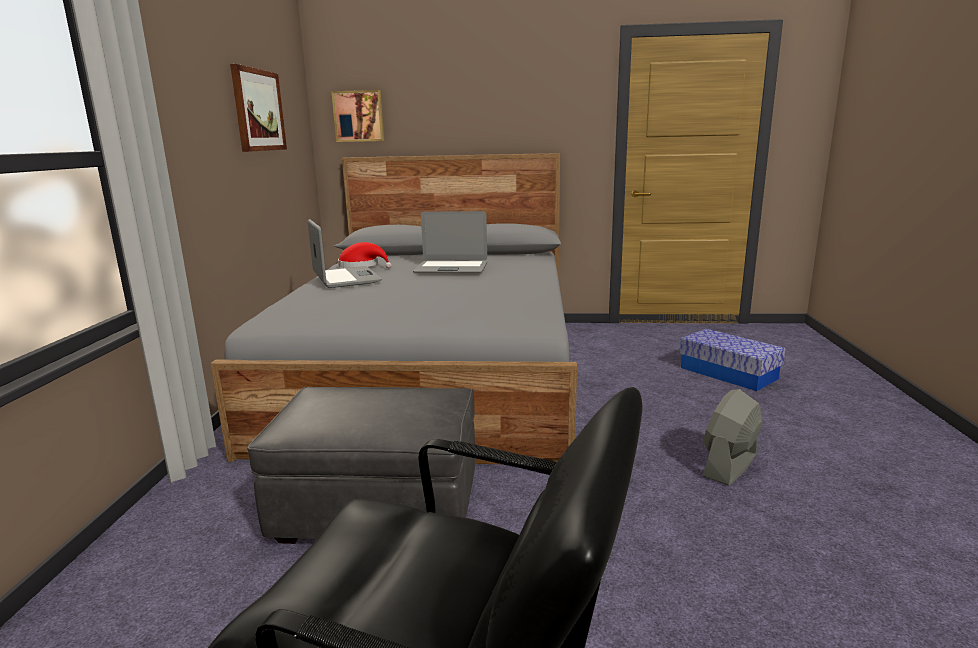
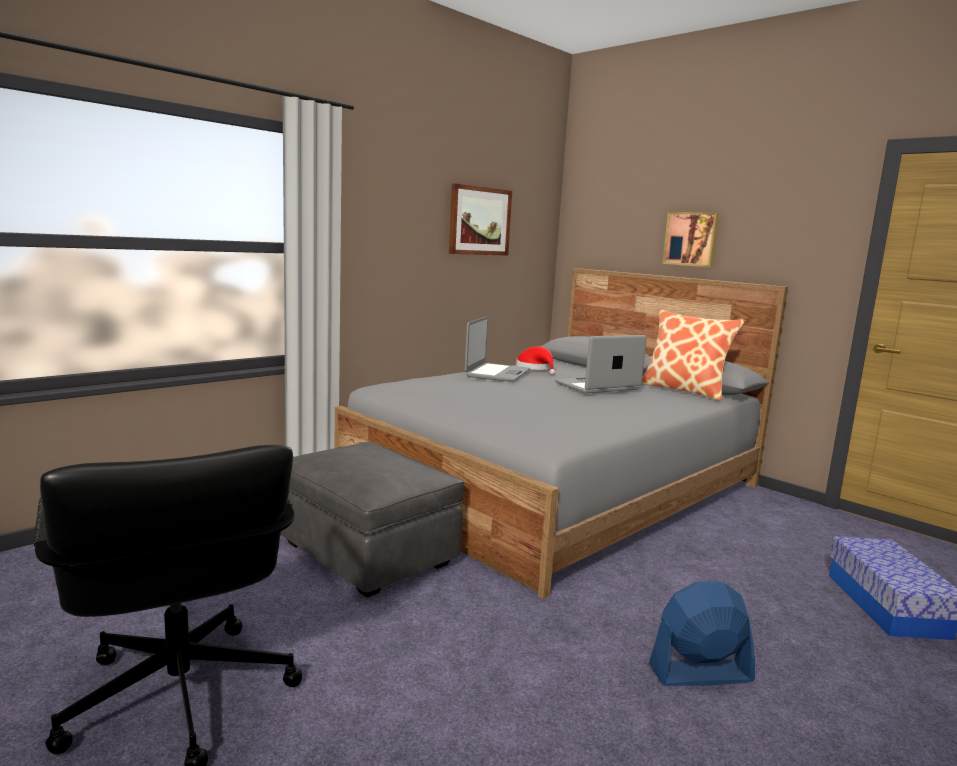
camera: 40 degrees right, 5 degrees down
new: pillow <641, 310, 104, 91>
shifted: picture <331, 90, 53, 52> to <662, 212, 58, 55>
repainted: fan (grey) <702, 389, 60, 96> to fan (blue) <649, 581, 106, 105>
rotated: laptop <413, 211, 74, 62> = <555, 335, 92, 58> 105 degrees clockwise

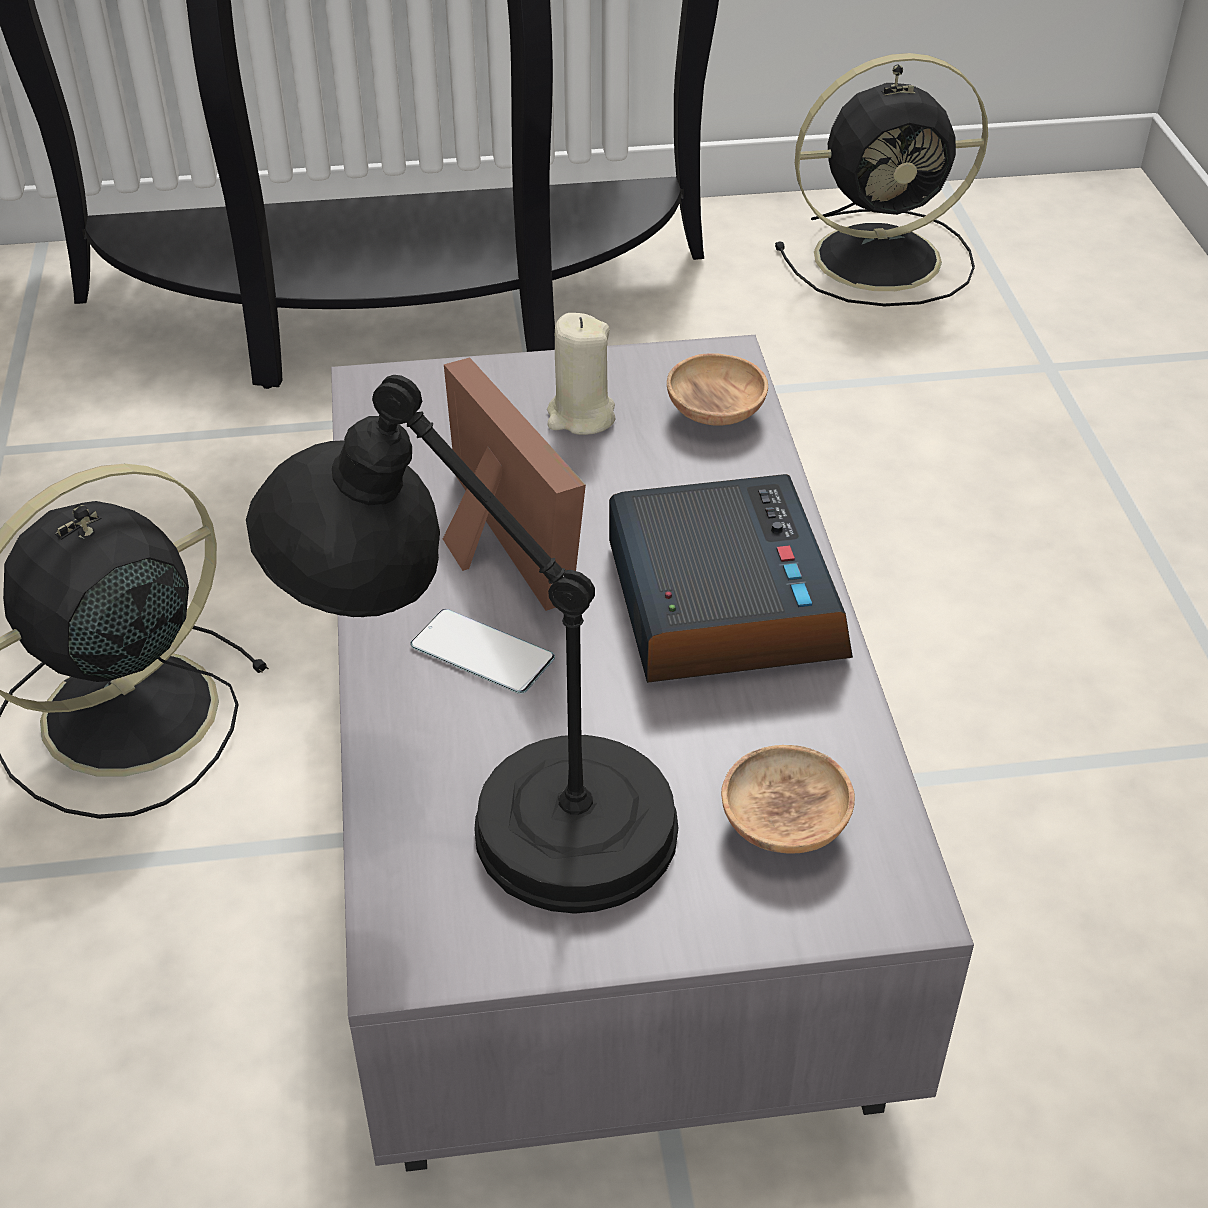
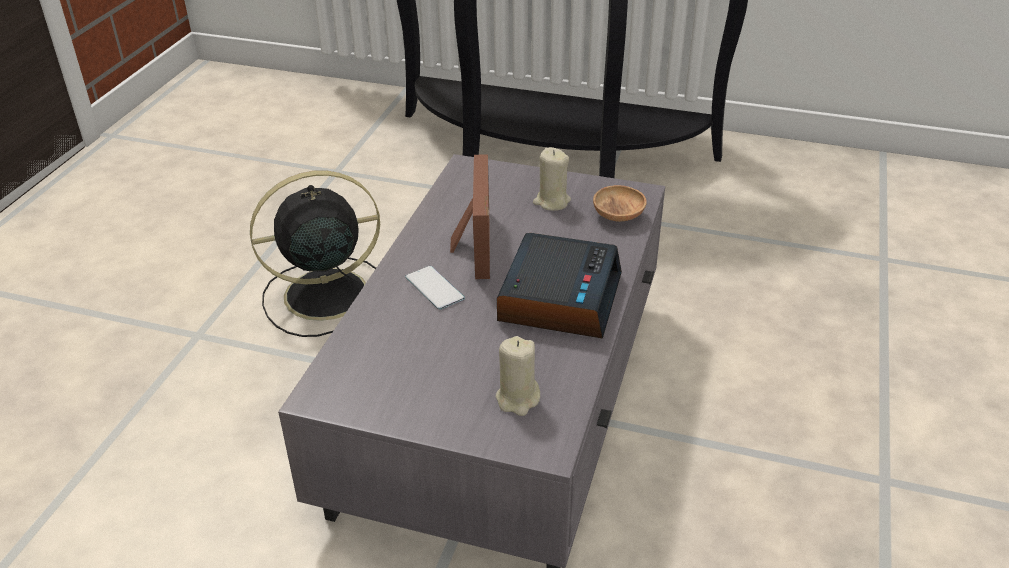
camera: 25 degrees right, 5 degrees down
gone: table lamp (black) <246, 375, 432, 539>; fan (black) <775, 53, 213, 253>
swapped: bowl (brown) <721, 745, 134, 108> to candle (beige) <495, 336, 45, 80>

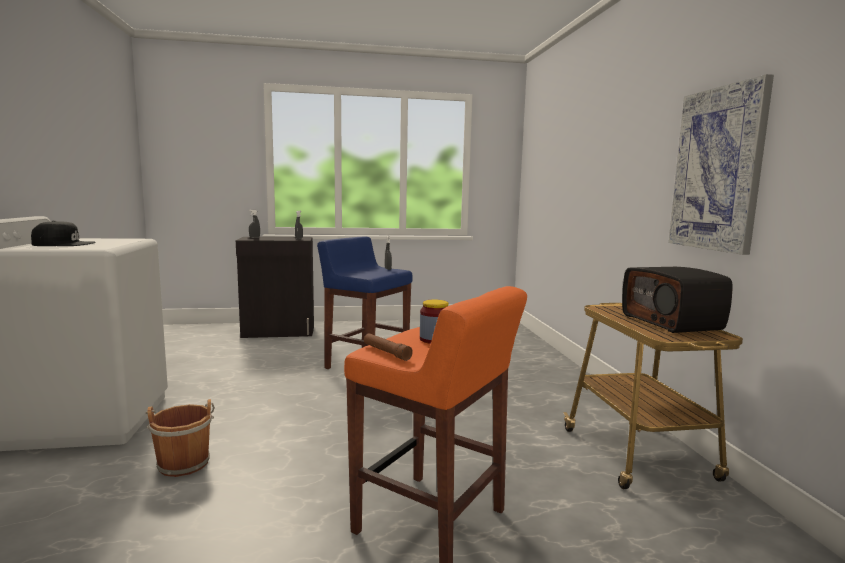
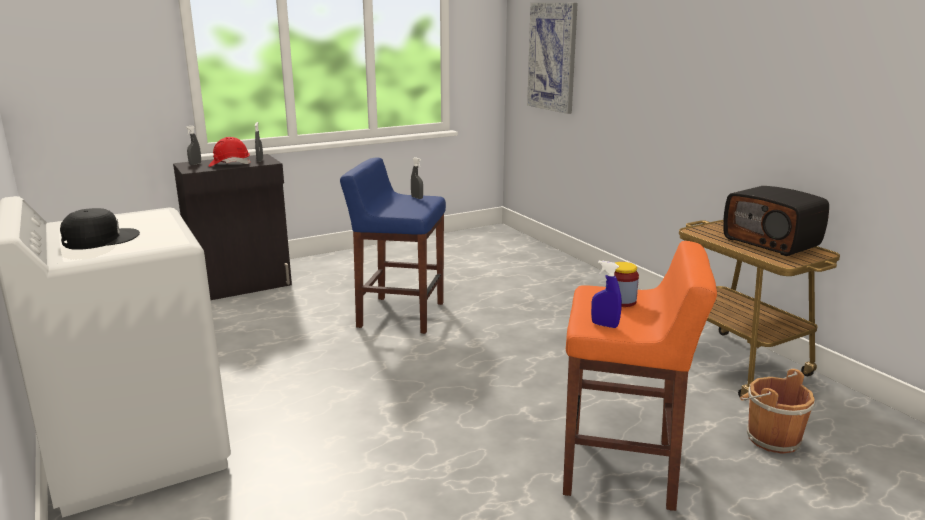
camera: 20 degrees left, 10 degrees up
new: hard hat (red) <209, 137, 42, 30>
shifted: picture <669, 74, 105, 181> to <527, 3, 51, 111>; bucket (brown) <146, 399, 69, 78> to <740, 369, 75, 85>
swapped: flashlight (brown) <364, 334, 49, 27> to spray bottle (blue) <591, 260, 31, 68>

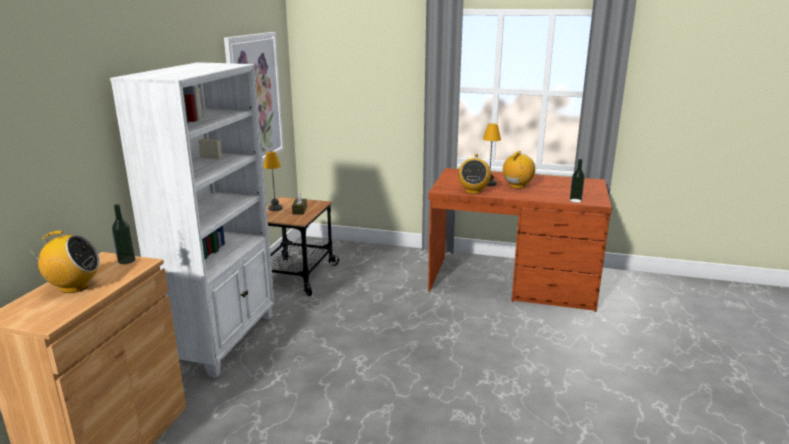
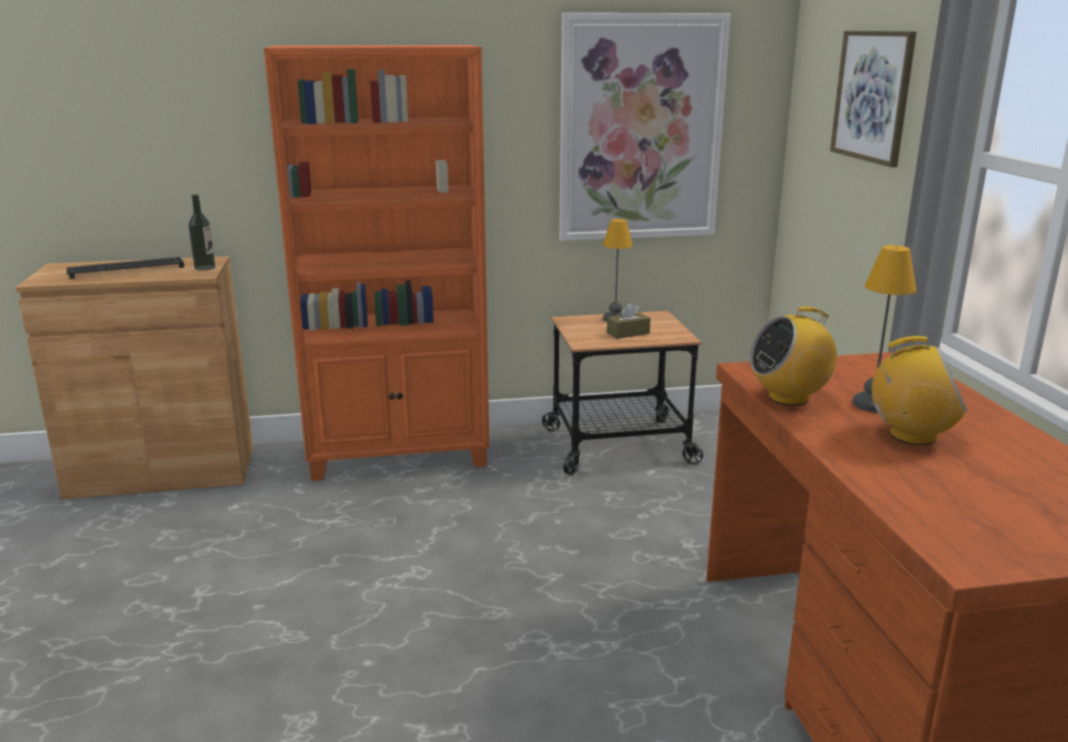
camera: 65 degrees right, 0 degrees up
gone: bottle <570, 159, 15, 44>
new: picture <830, 31, 87, 136>
swapped: radio <28, 231, 71, 62> to keyboard <67, 257, 117, 22>
repainted: bookcase (white) <110, 62, 164, 316> to bookcase (orange) <264, 45, 226, 436>

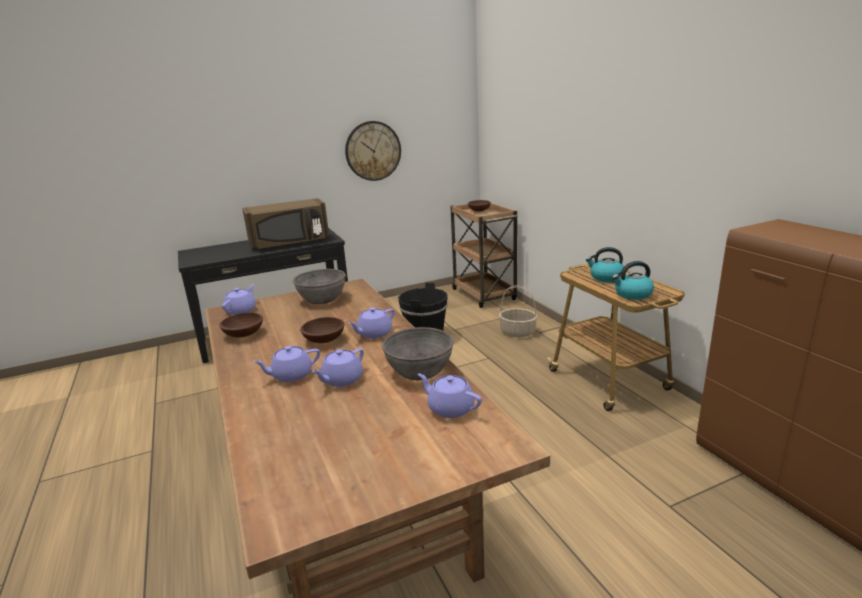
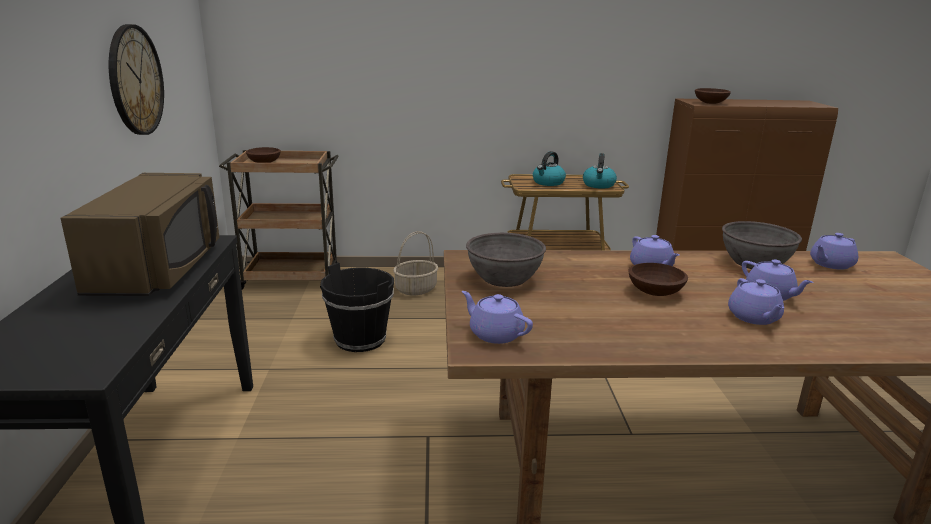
camera: 70 degrees left, 0 degrees up
shifted: bowl (brown) <219, 313, 44, 24> to <695, 88, 36, 16>

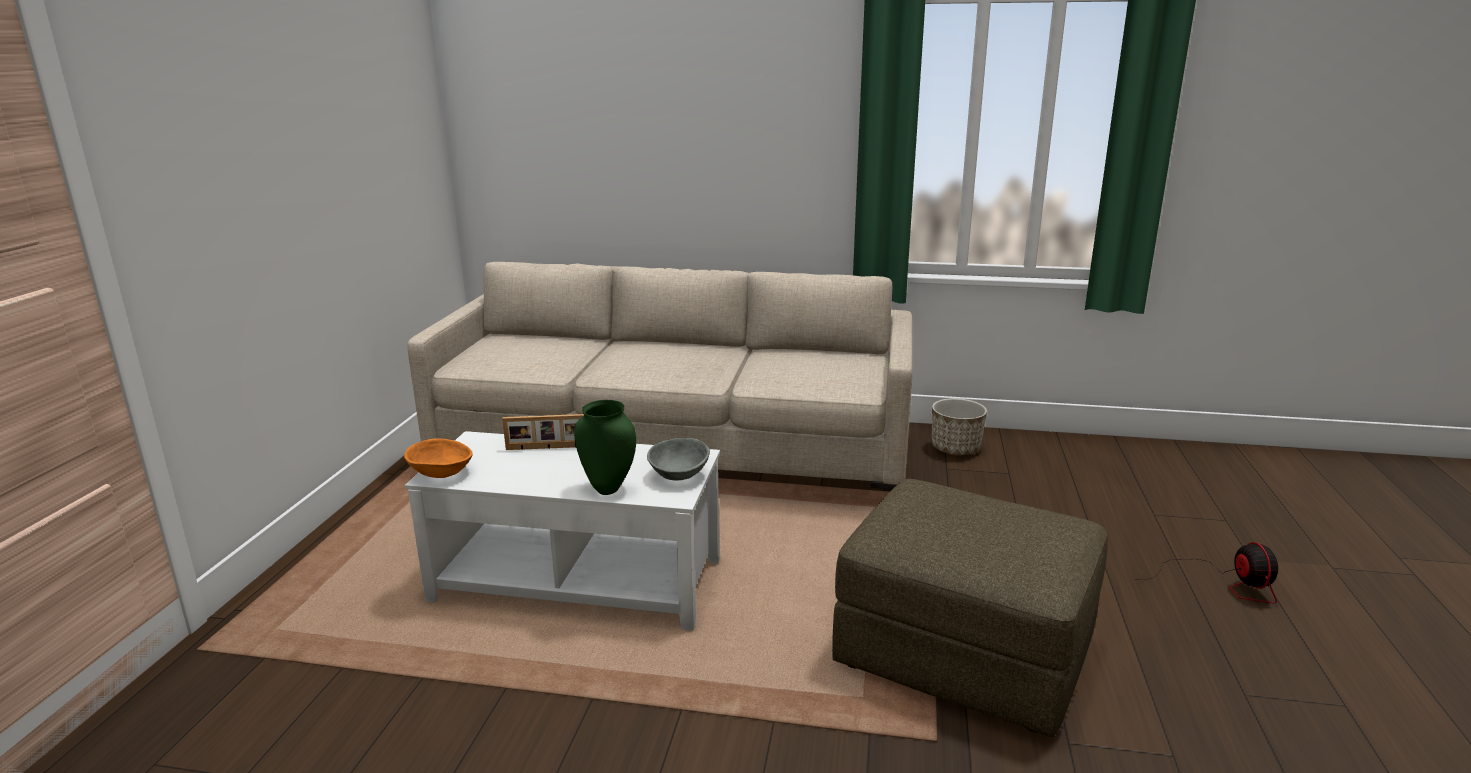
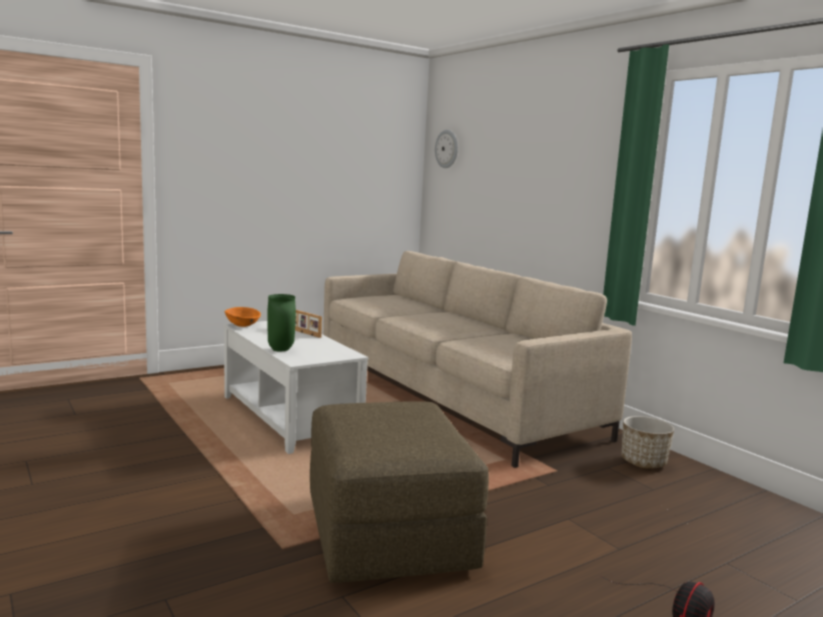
camera: 45 degrees right, 10 degrees down
gone: bowl (grey) <647, 438, 63, 42>
new: wall clock <435, 130, 23, 38>

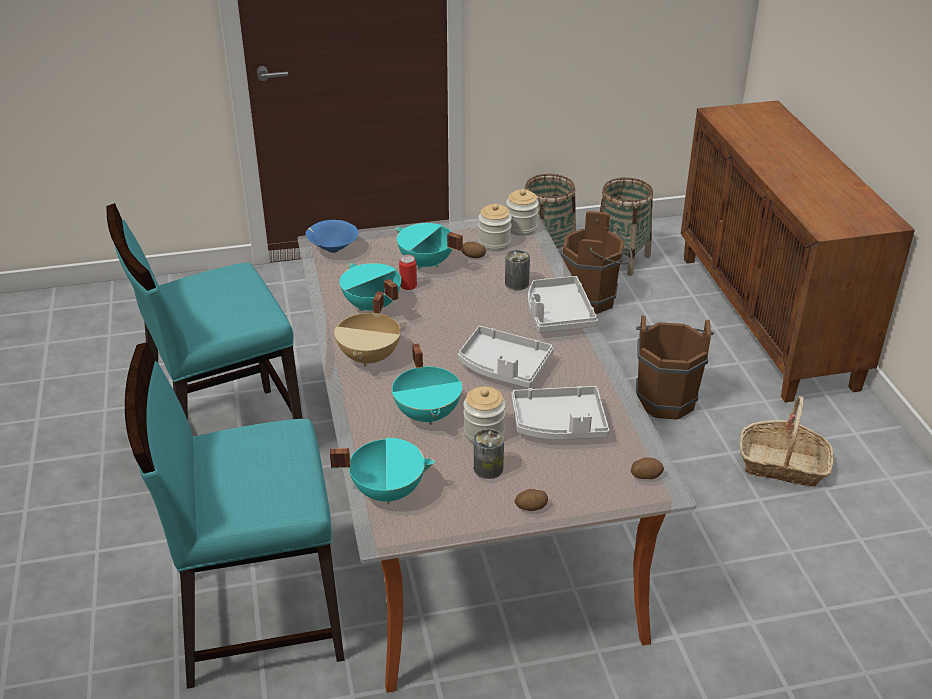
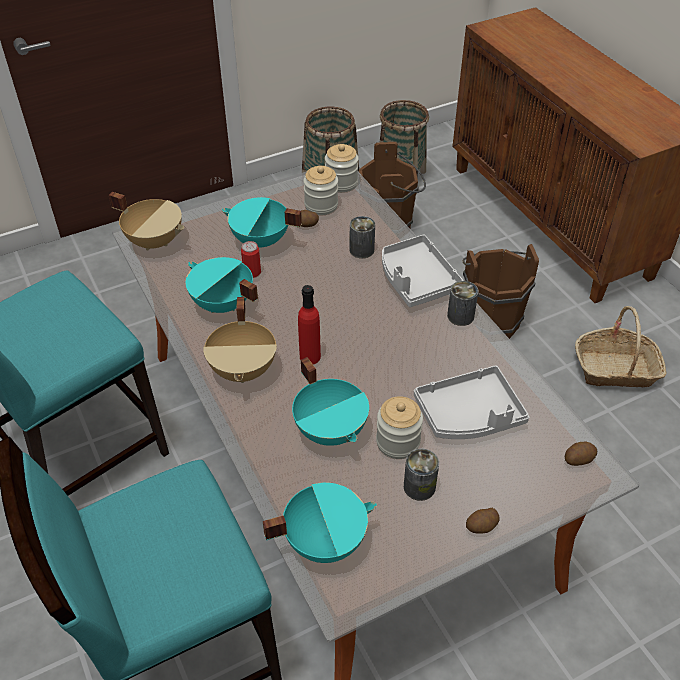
camera: 15 degrees left, 10 degrees up
gone: tray (grey) <458, 326, 96, 62>
new: bottle (red) <298, 285, 23, 79>; can <447, 281, 32, 45>
swapped: bowl (blue) <305, 220, 54, 33> to cooking pot (beige) <109, 192, 75, 59>

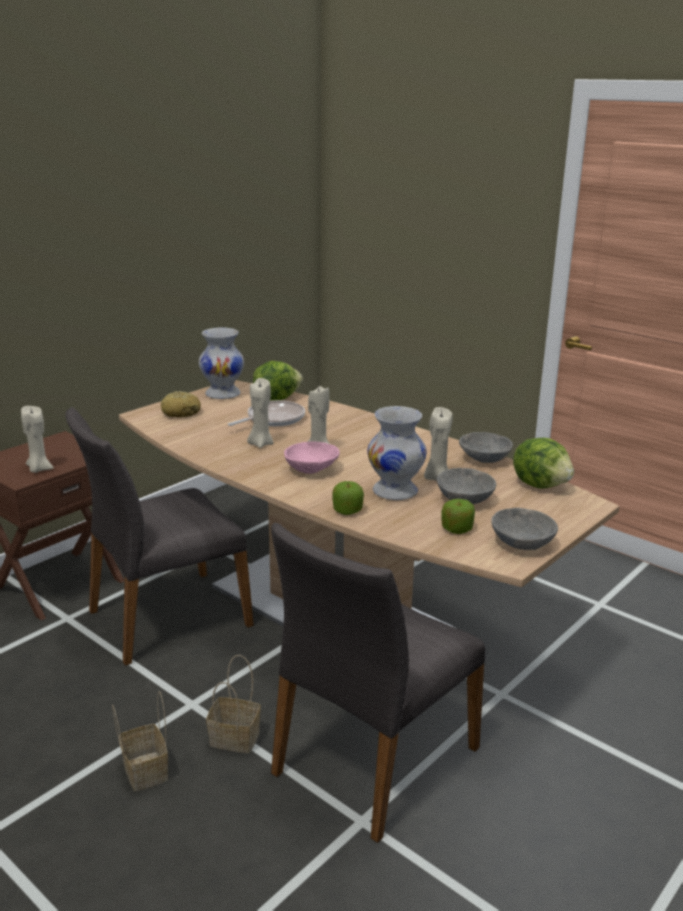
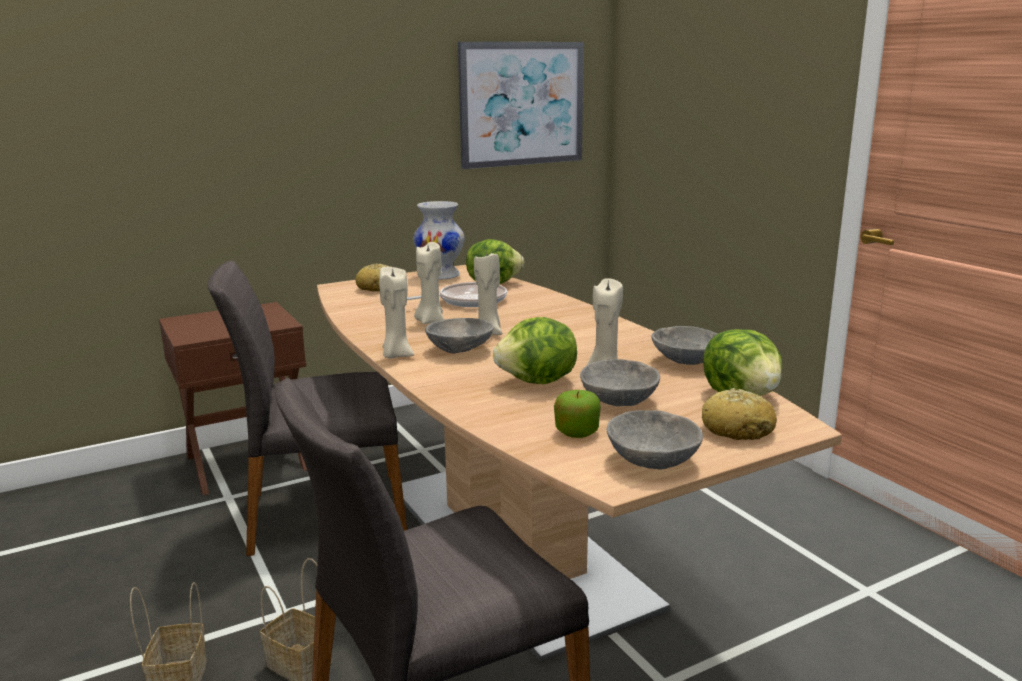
camera: 20 degrees right, 5 degrees down
gone: apple <332, 481, 32, 34>
new: picture <458, 42, 126, 127>; bread <702, 388, 75, 52>
shifted: candle (beige) <21, 406, 33, 67> to <379, 266, 35, 93>
swapped: vase (white) <368, 406, 59, 94> to lettuce <493, 317, 84, 67>
repainted: bowl (pink) <284, 442, 56, 32> to bowl (grey) <425, 318, 69, 36>

